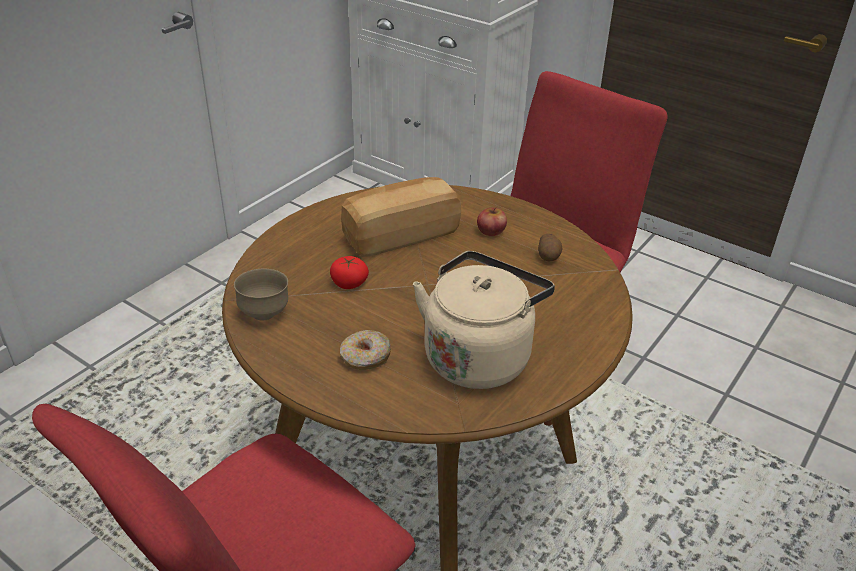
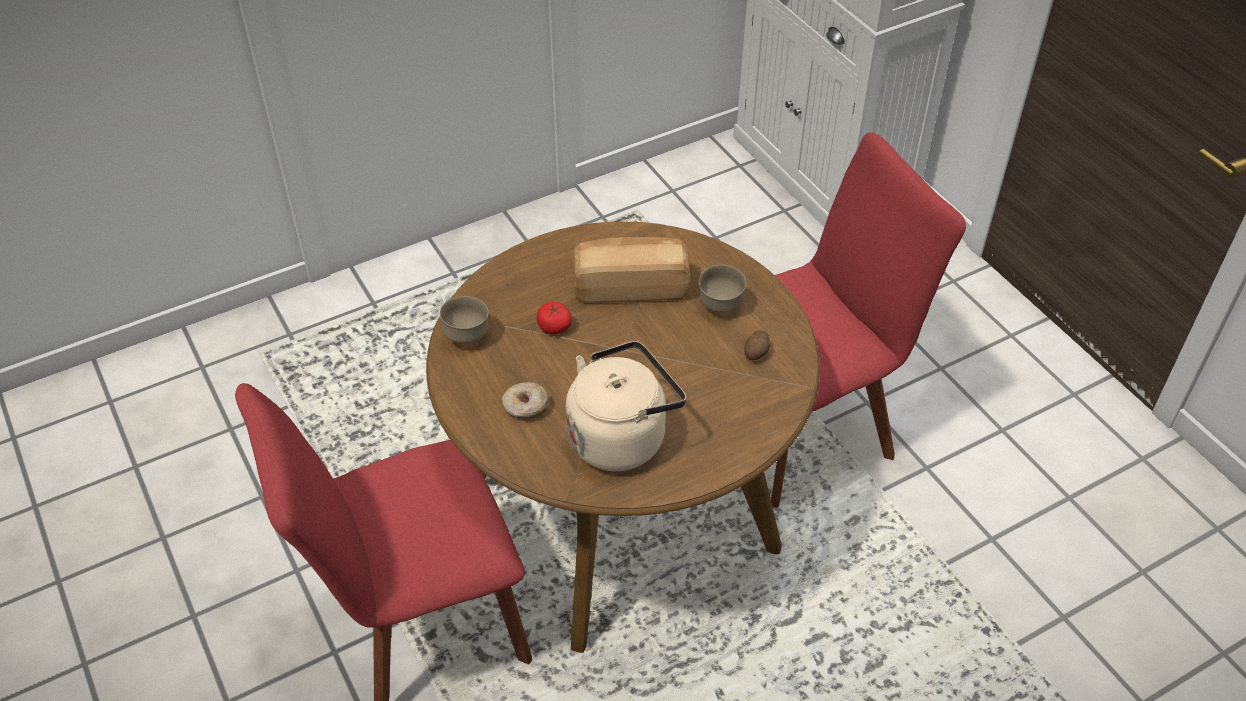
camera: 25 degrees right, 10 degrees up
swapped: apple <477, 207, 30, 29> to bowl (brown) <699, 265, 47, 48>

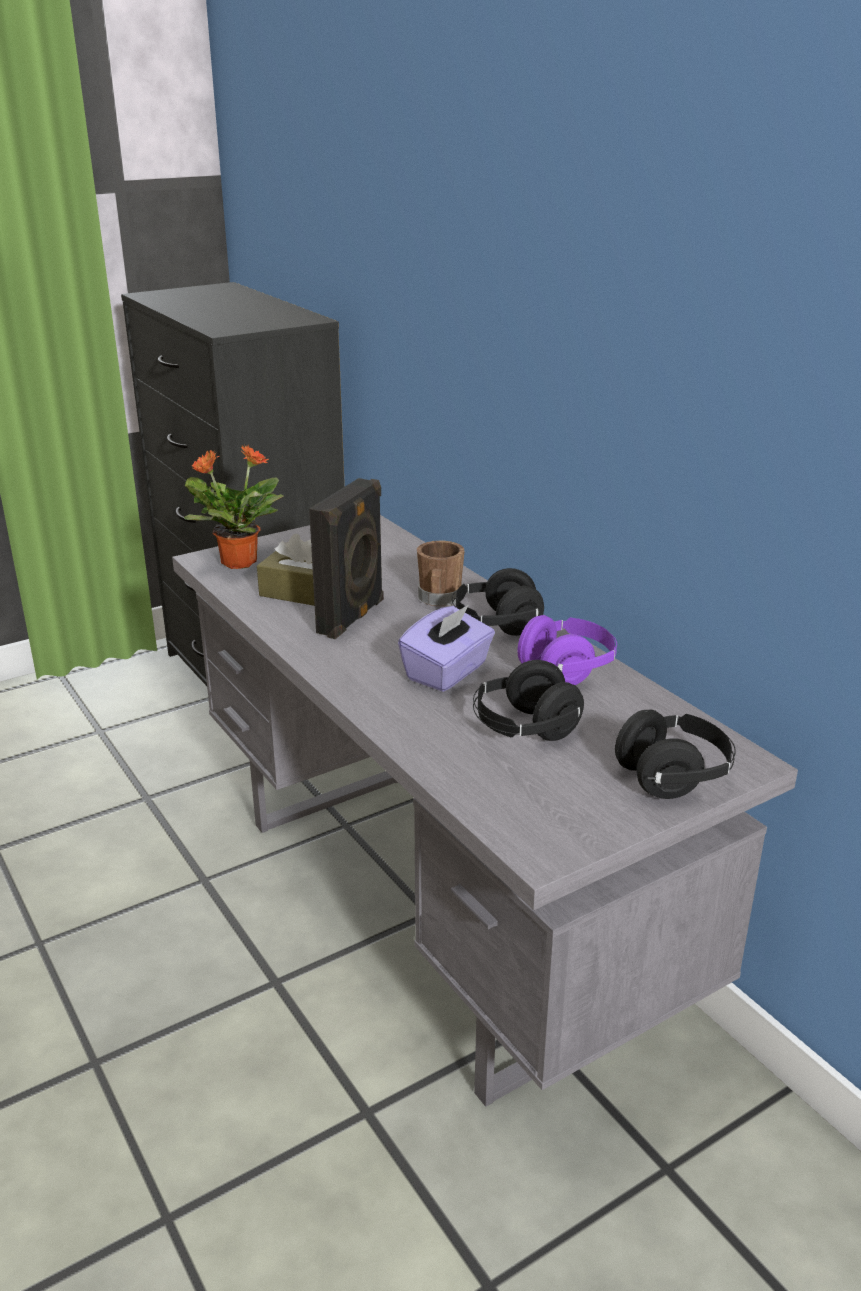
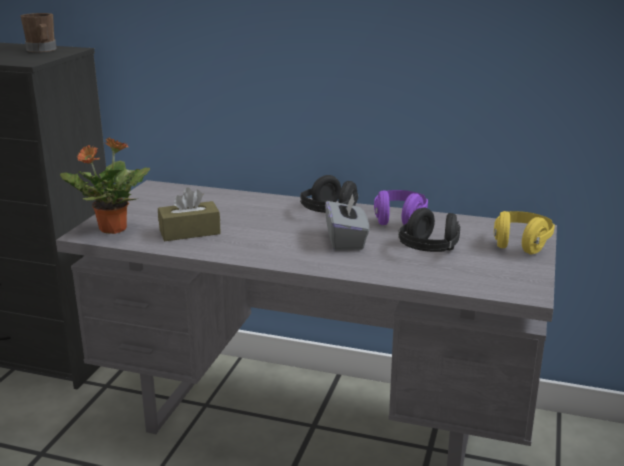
camera: 40 degrees left, 5 degrees down
gone: speaker (black) <309, 478, 75, 161>
shifted: mug (brown) <417, 541, 47, 65> to <20, 13, 37, 39>
repainted: tissue box (purple) <398, 605, 97, 87> to tissue box (grey) <325, 193, 44, 58>; headphones (black) <615, 710, 121, 89> to headphones (yellow) <494, 211, 61, 43>

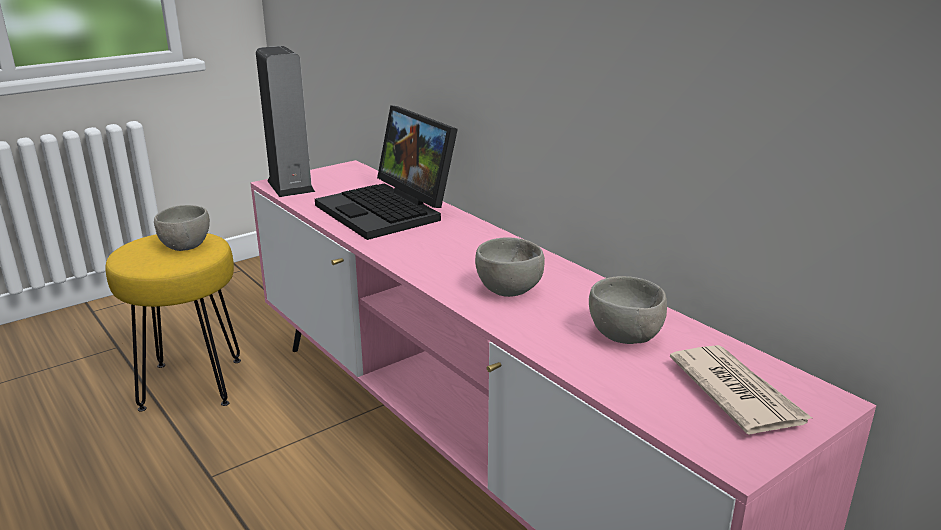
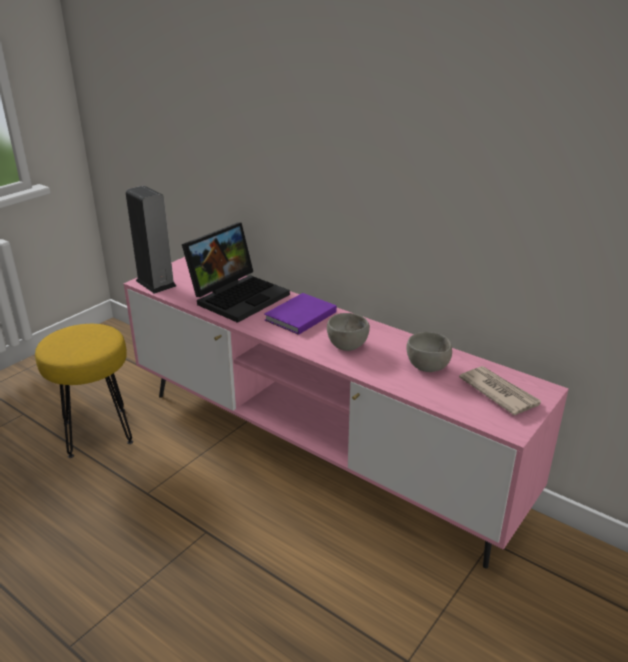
camera: 15 degrees left, 5 degrees up
gone: bowl (grey) <154, 205, 56, 46>
new: book (purple) <264, 293, 73, 42>
rotated: laptop <315, 105, 143, 135> = <182, 222, 108, 101> 90 degrees counterclockwise

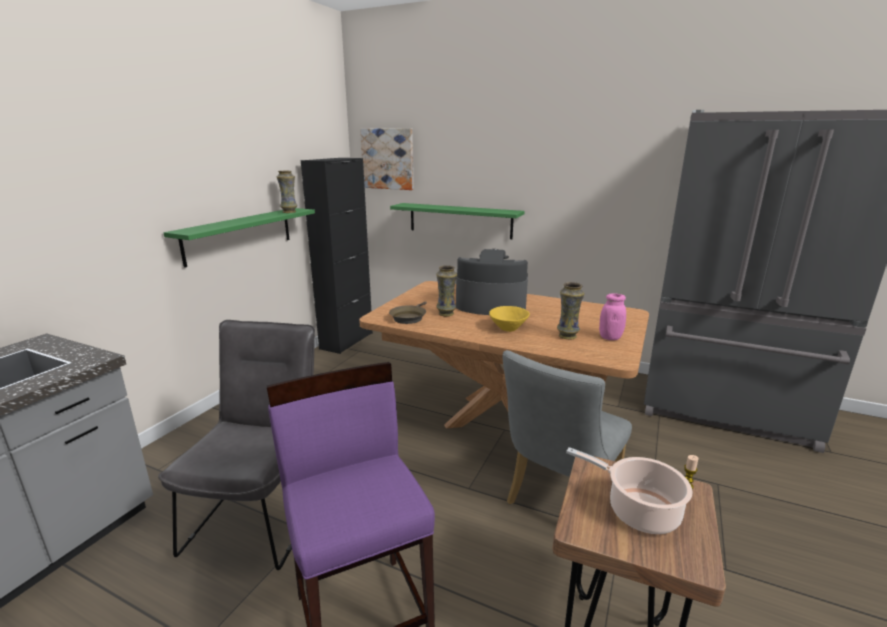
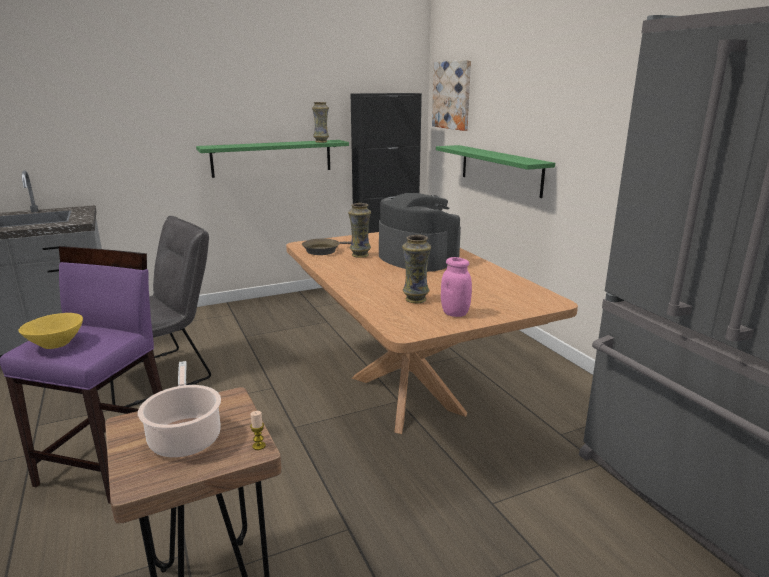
camera: 40 degrees right, 0 degrees up
gone: chair (grey) <502, 350, 130, 154>
shifted: bowl (yellow) <489, 306, 41, 26> to <18, 313, 65, 36>

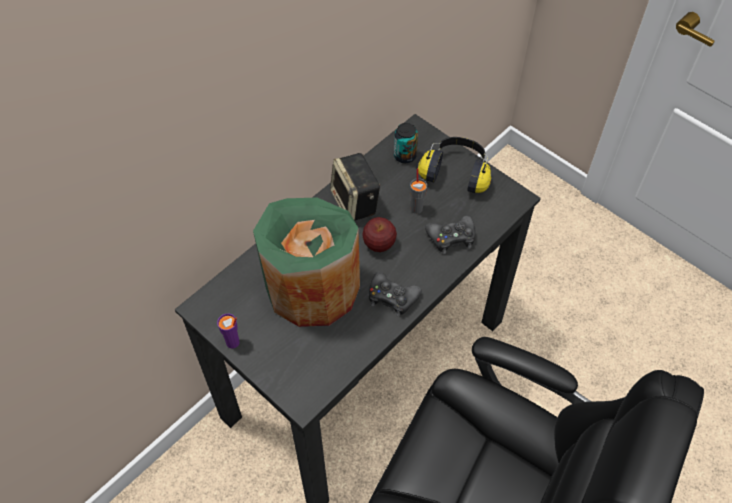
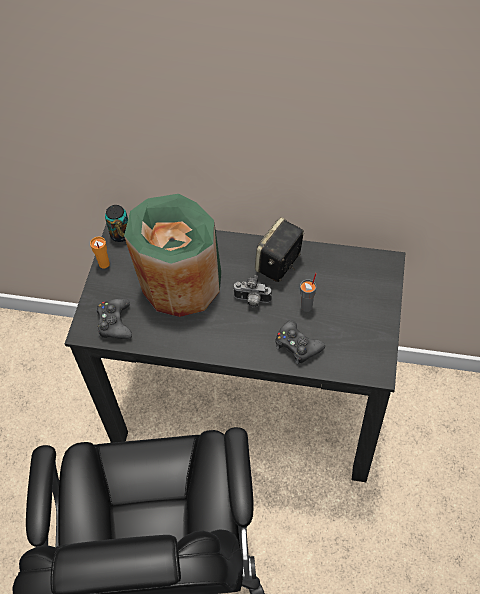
camera: 60 degrees right, 0 degrees up
gone: headphones <418, 137, 73, 56>
shifted: game controller (black) <369, 272, 53, 45> to <97, 298, 35, 41>; can <394, 123, 24, 40> to <105, 205, 23, 37>
swapped: apple <362, 217, 35, 35> to photo camera <233, 275, 39, 33>
repainted: cup (purple) <217, 314, 22, 35> to cup (orange) <90, 237, 20, 31>

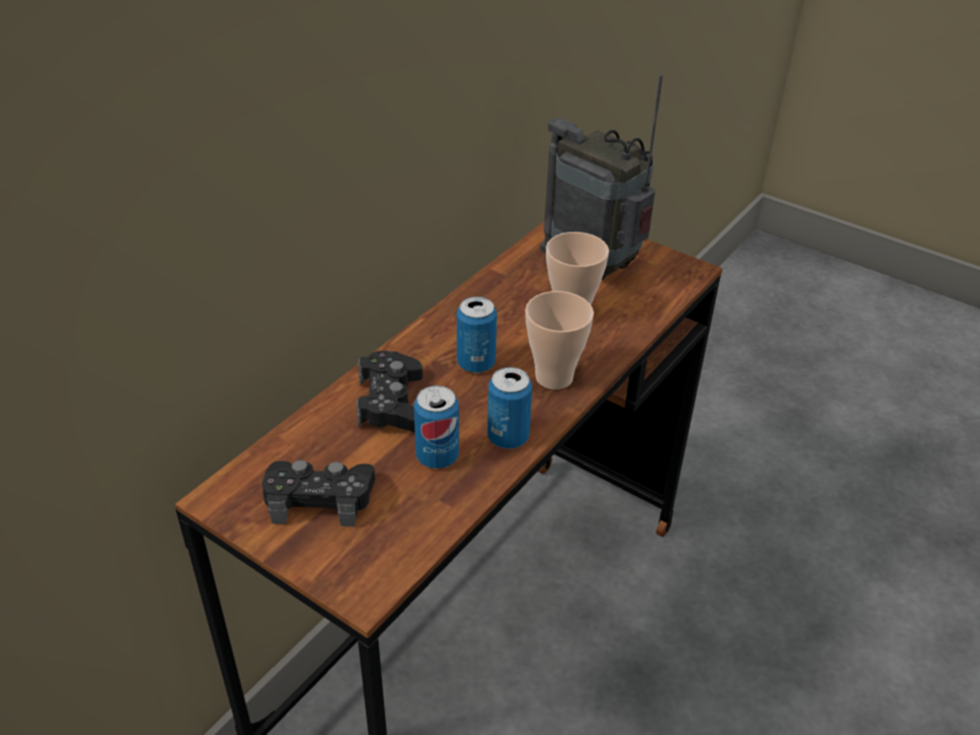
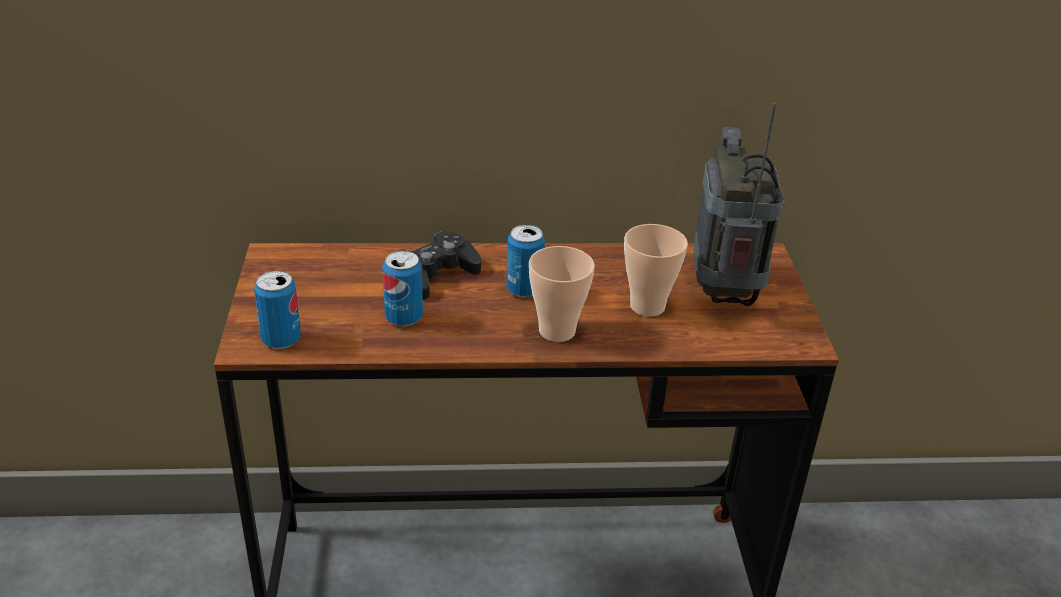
camera: 50 degrees right, 5 degrees down
gone: game controller (black) <262, 460, 113, 67>
shifted: can <487, 367, 45, 82> to <254, 270, 47, 79>

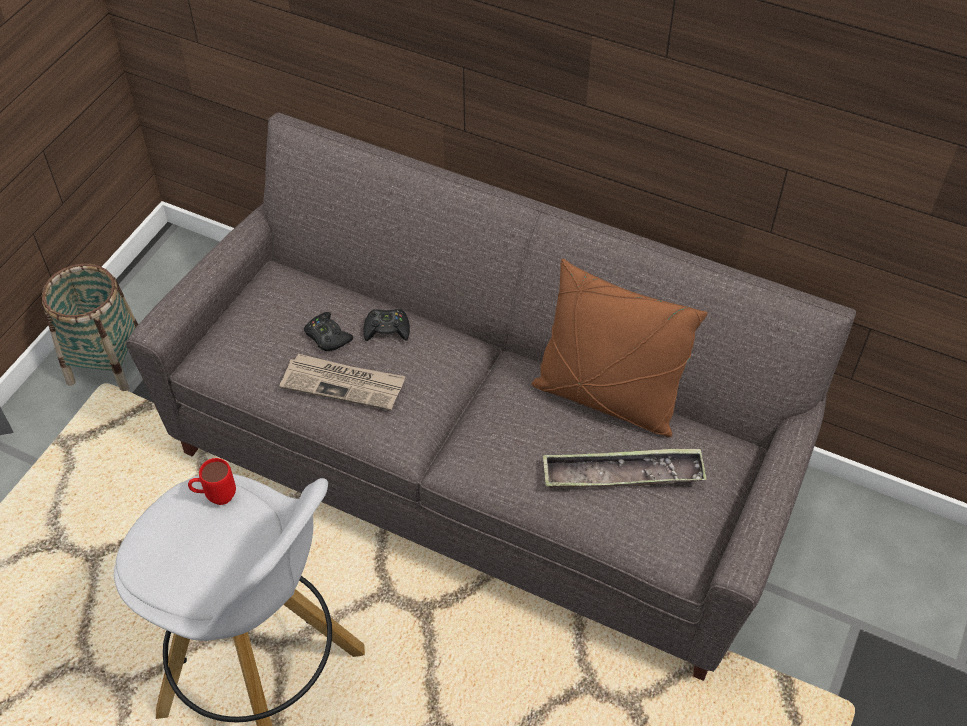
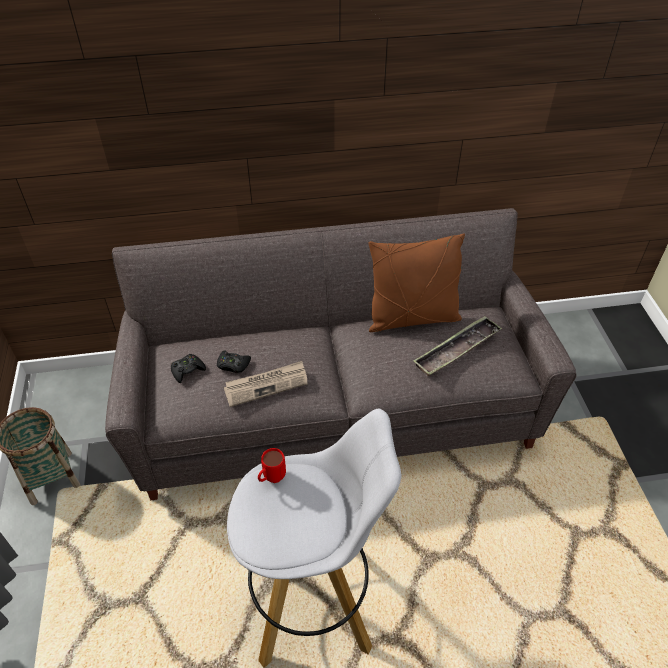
camera: 35 degrees left, 5 degrees down
shifted: game controller (black) <363, 309, 47, 32> to <171, 354, 35, 29>

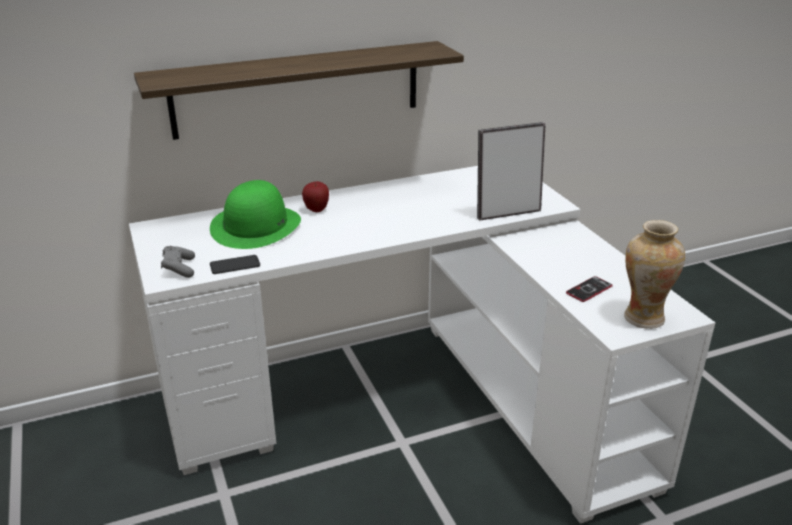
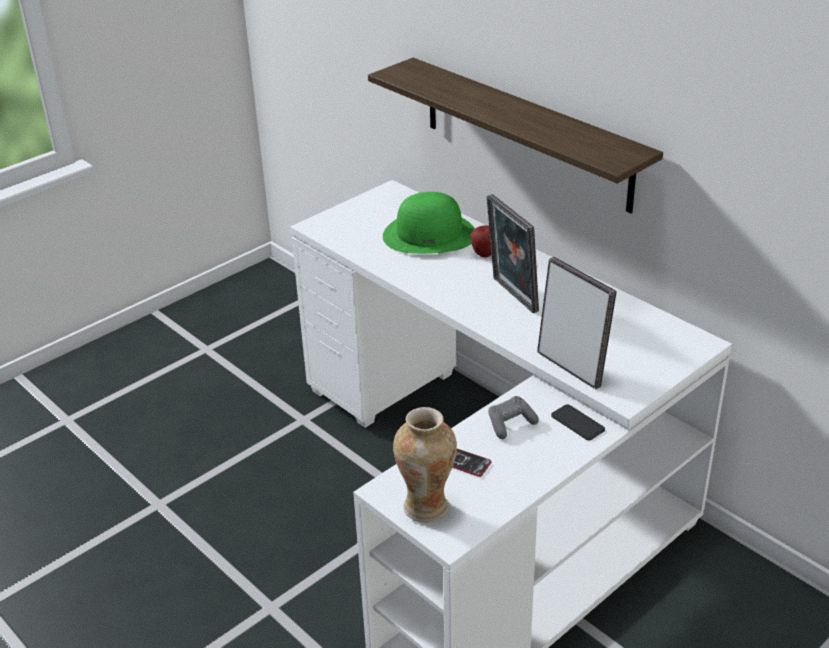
camera: 70 degrees right, 5 degrees up
new: picture frame <486, 194, 53, 119>
shifted: game controller (grey) <161, 246, 34, 32> to <488, 396, 51, 43>; phone <210, 255, 50, 19> to <551, 404, 54, 36>

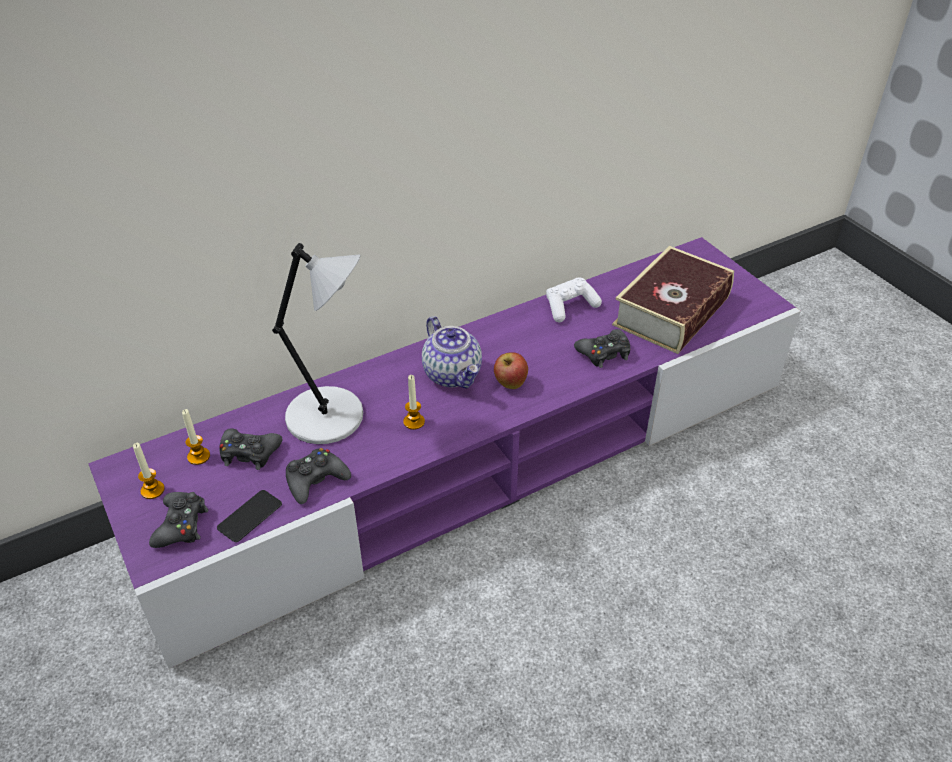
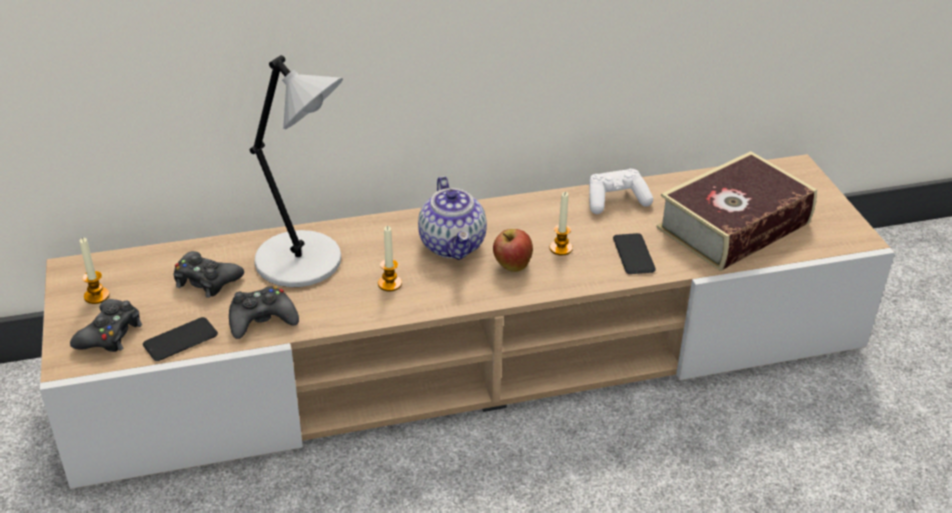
camera: 15 degrees right, 5 degrees down
shifted: candle <182, 409, 28, 56> to <550, 192, 23, 64>
swapped: game controller (black) <574, 329, 56, 39> to phone <613, 233, 43, 41>
repainted: tv stand (purple) <88, 237, 713, 432> to tv stand (beige) <40, 154, 855, 335>

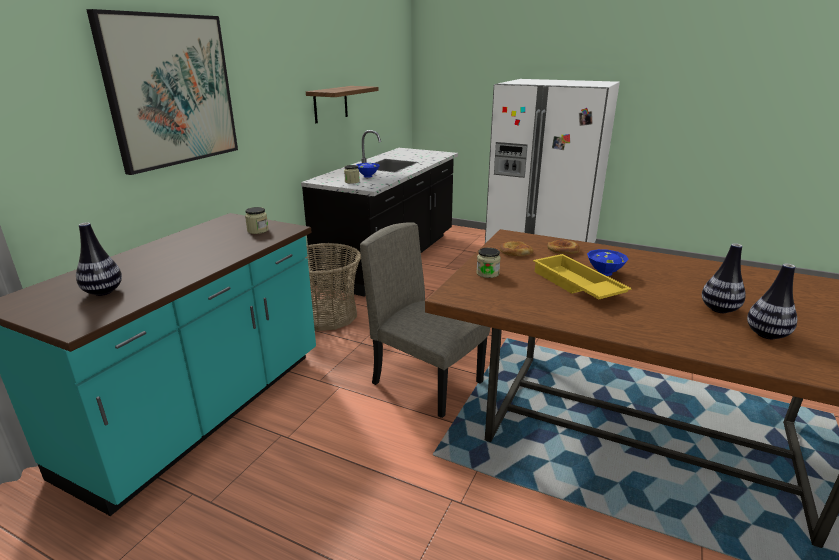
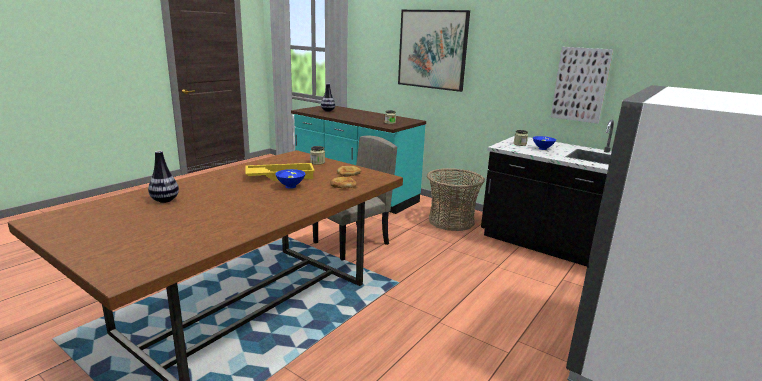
camera: 100 degrees right, 5 degrees down
gone: vase <702, 243, 44, 70>
swapped: shelf <306, 86, 73, 37> to picture <551, 47, 62, 77>

